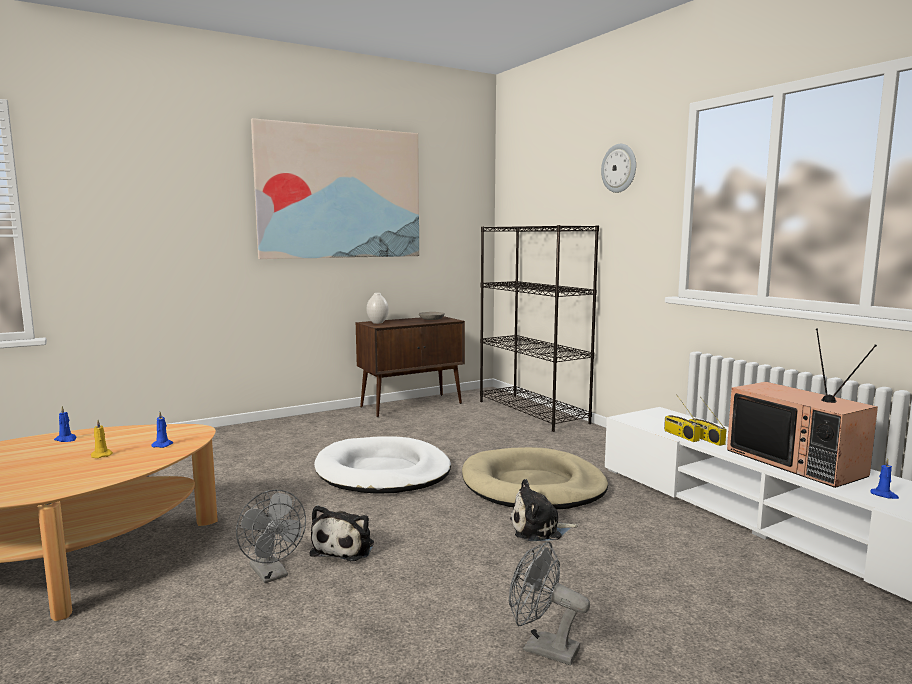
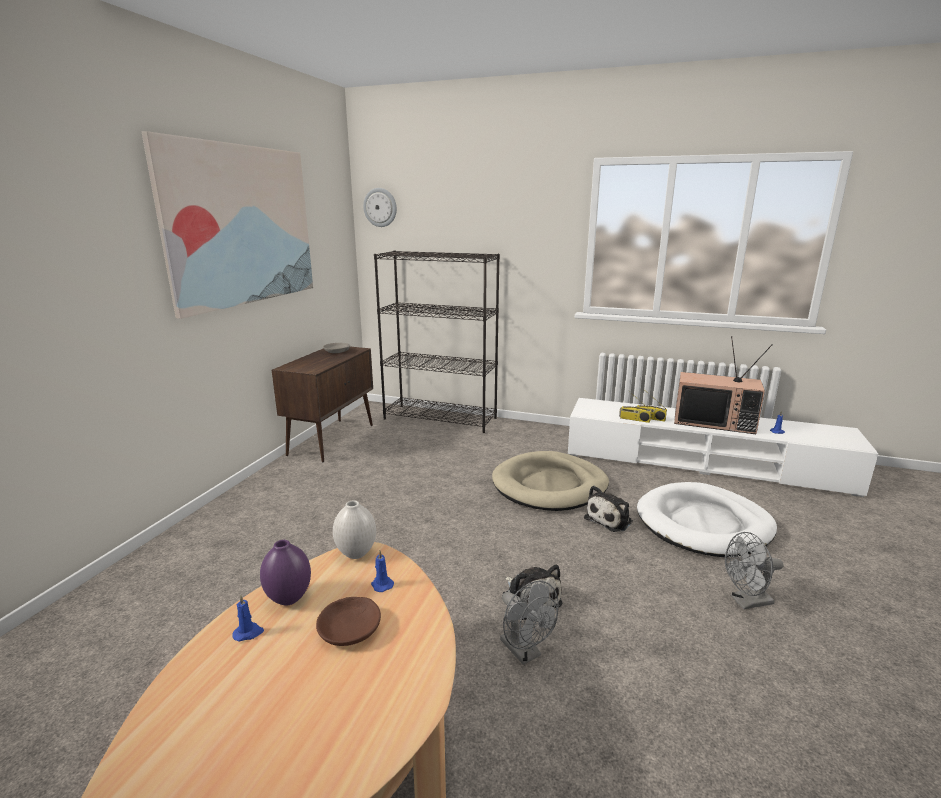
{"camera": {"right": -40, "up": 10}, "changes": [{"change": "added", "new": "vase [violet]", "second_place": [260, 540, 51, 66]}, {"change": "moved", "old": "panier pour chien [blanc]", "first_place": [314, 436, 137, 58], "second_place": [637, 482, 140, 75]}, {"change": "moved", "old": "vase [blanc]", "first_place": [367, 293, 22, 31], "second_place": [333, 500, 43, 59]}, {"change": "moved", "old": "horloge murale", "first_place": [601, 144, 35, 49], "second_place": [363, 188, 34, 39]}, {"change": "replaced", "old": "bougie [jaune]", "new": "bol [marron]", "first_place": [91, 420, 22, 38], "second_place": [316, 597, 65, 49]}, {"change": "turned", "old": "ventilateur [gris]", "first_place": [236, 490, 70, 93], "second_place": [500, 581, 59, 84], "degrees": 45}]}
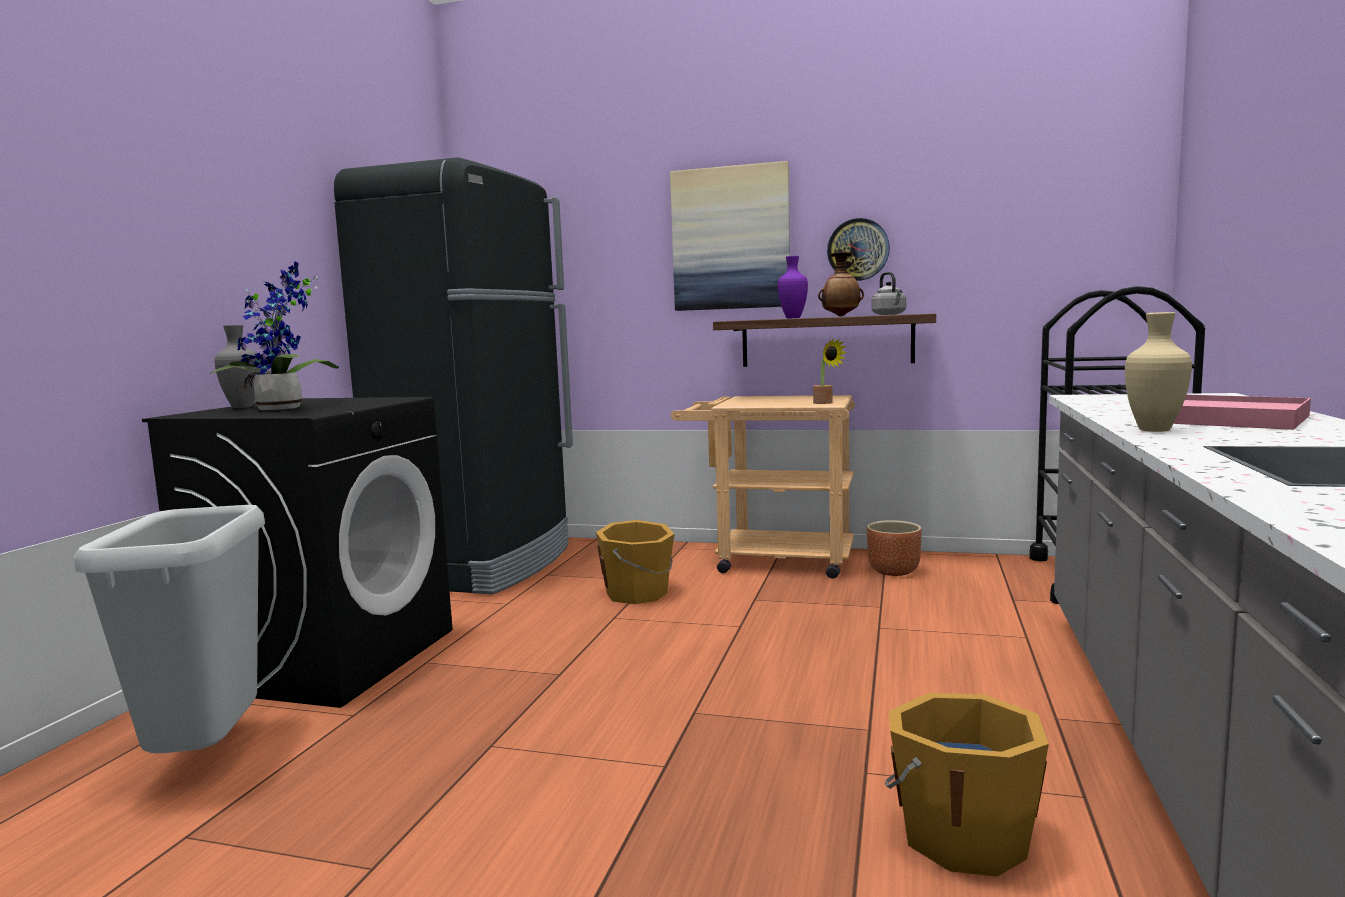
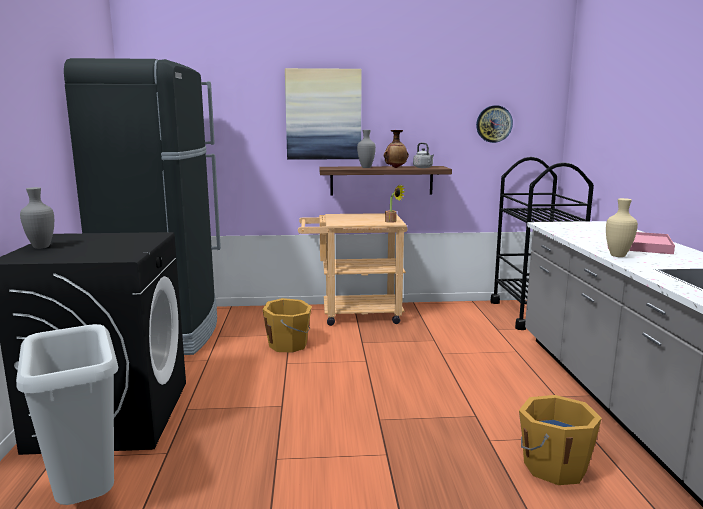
{"camera": {"right": -20, "up": 5}, "changes": [{"change": "removed", "old": "plante en pot", "first_place": [210, 261, 129, 149]}, {"change": "removed", "old": "cache-pot [marron]", "first_place": [867, 520, 55, 56]}, {"change": "moved", "old": "horloge murale", "first_place": [827, 218, 63, 63], "second_place": [476, 105, 37, 38]}, {"change": "recoloured", "old": "vase [violet]", "new": "vase [gris]", "first_place": [778, 256, 30, 62], "second_place": [357, 130, 19, 38]}]}
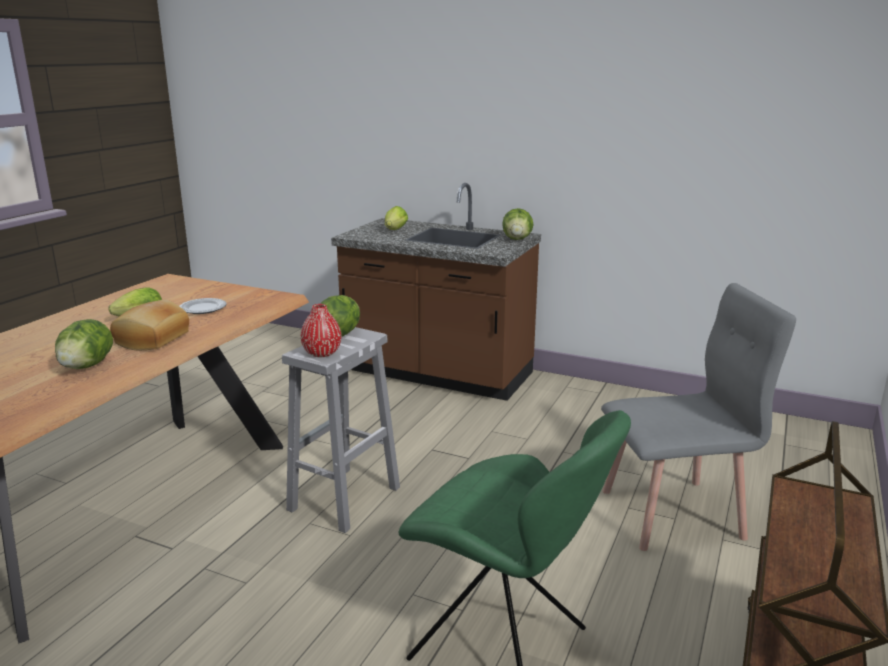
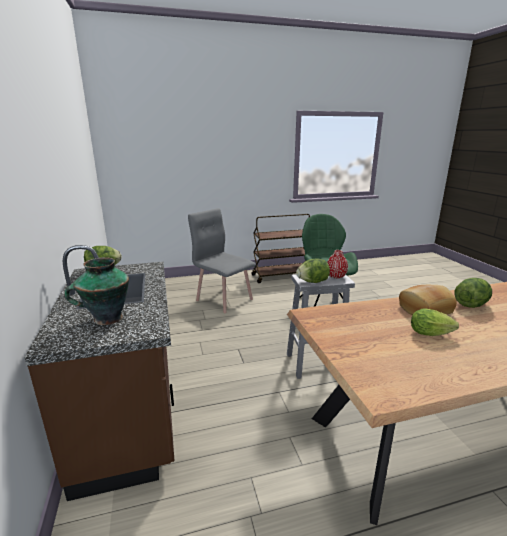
{"camera": {"right": -130, "up": 0}, "changes": [{"change": "removed", "old": "assiette", "first_place": [179, 298, 48, 16]}, {"change": "replaced", "old": "laitue", "new": "vase", "first_place": [385, 206, 23, 24], "second_place": [64, 257, 65, 68]}]}
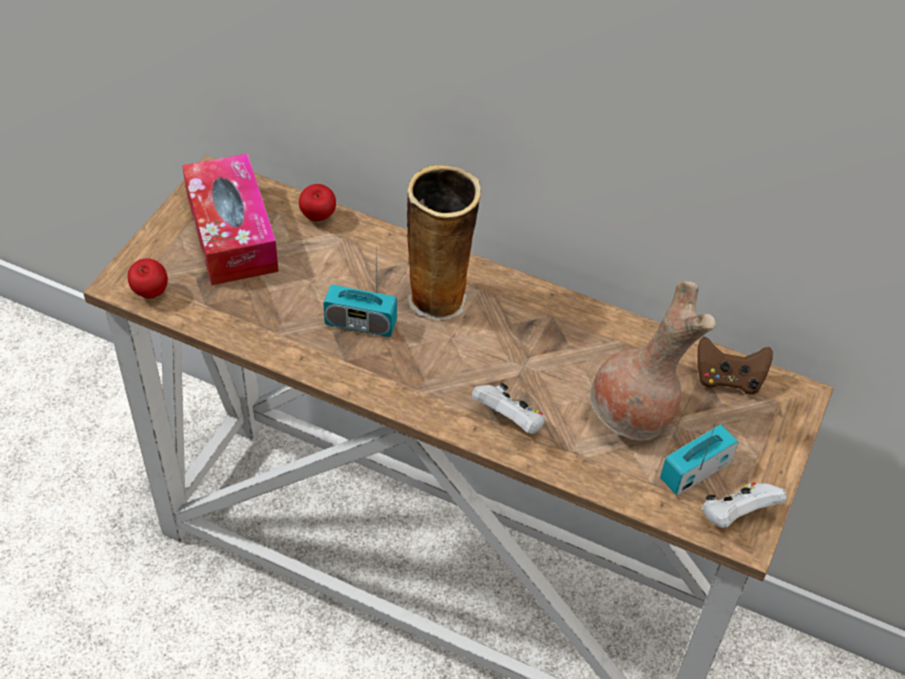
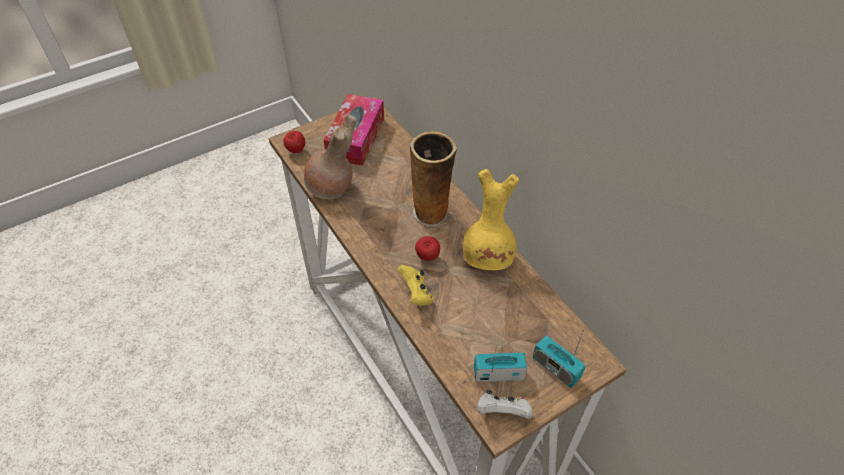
{"camera": {"right": 35, "up": 0}, "changes": [{"change": "removed", "old": "manette [marron]", "first_place": [697, 337, 76, 58]}, {"change": "added", "new": "vase [jaune]", "second_place": [463, 169, 56, 101]}, {"change": "moved", "old": "pomme", "first_place": [299, 184, 37, 38], "second_place": [415, 236, 25, 25]}, {"change": "moved", "old": "radio", "first_place": [323, 245, 74, 92], "second_place": [533, 332, 53, 56]}, {"change": "moved", "old": "vase [marron]", "first_place": [589, 281, 127, 160], "second_place": [304, 115, 53, 84]}, {"change": "recoloured", "old": "manette [blanc]", "new": "manette [jaune]", "first_place": [471, 383, 74, 51], "second_place": [397, 265, 37, 41]}]}
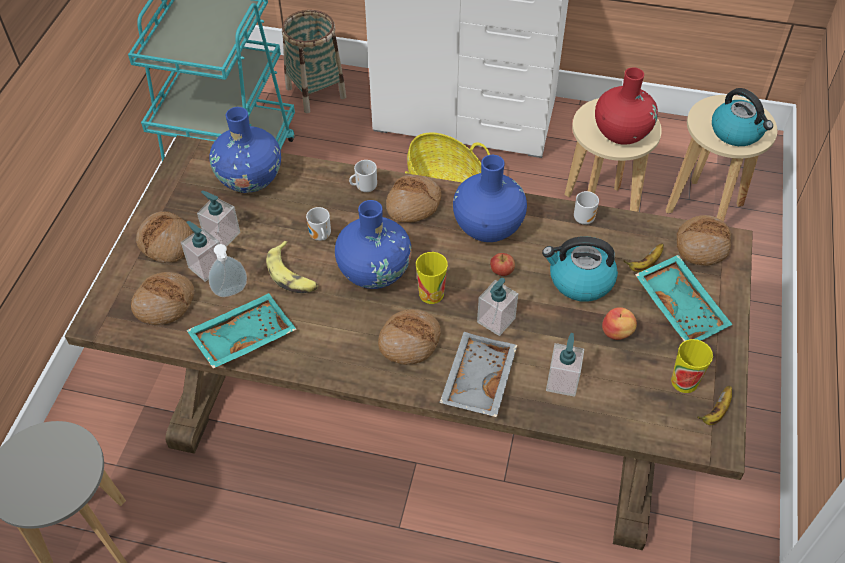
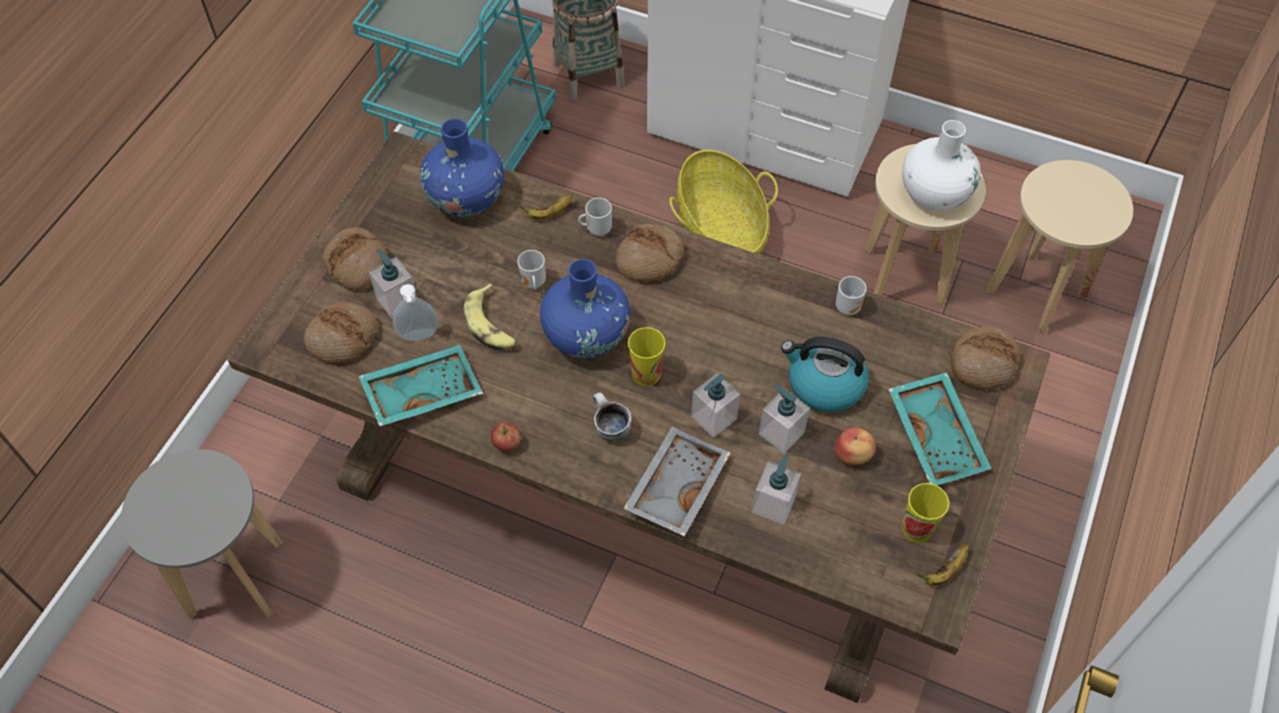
{"camera": {"right": 10, "up": 5}, "changes": [{"change": "removed", "old": "vase [bleu]", "first_place": [453, 155, 74, 87]}, {"change": "removed", "old": "bouilloire", "first_place": [712, 88, 61, 58]}, {"change": "moved", "old": "distributeur de savon", "first_place": [197, 191, 43, 56], "second_place": [759, 385, 51, 68]}, {"change": "moved", "old": "pomme", "first_place": [490, 253, 25, 23], "second_place": [491, 423, 30, 29]}, {"change": "moved", "old": "banane", "first_place": [623, 243, 41, 29], "second_place": [519, 193, 54, 28]}, {"change": "replaced", "old": "pain", "new": "mug", "first_place": [378, 309, 63, 56], "second_place": [593, 393, 38, 49]}, {"change": "recoloured", "old": "vase [rouge]", "new": "vase [blanc]", "first_place": [595, 67, 63, 78], "second_place": [902, 120, 79, 91]}]}
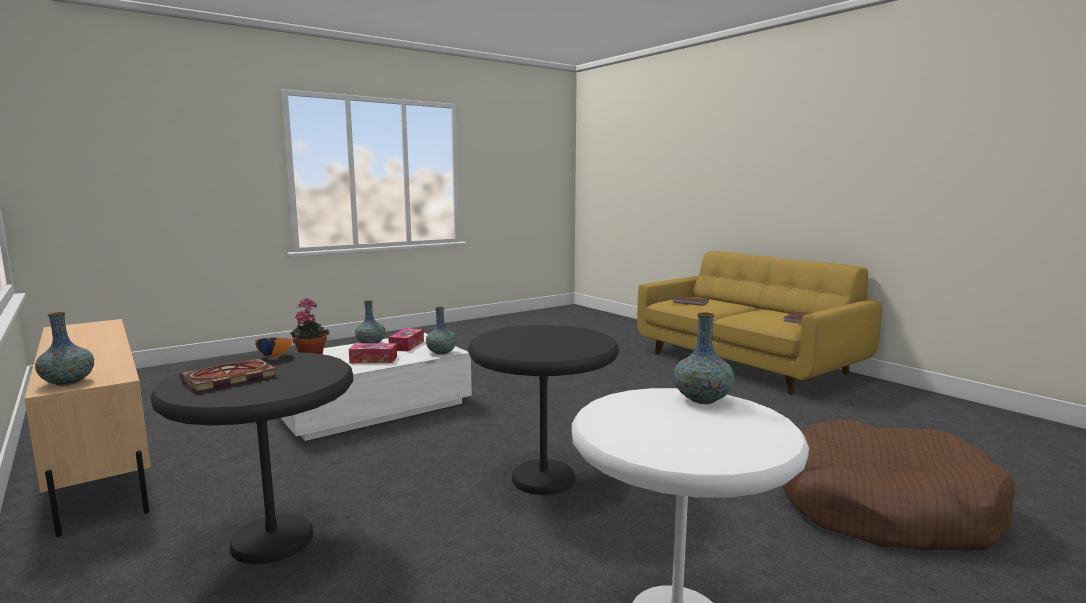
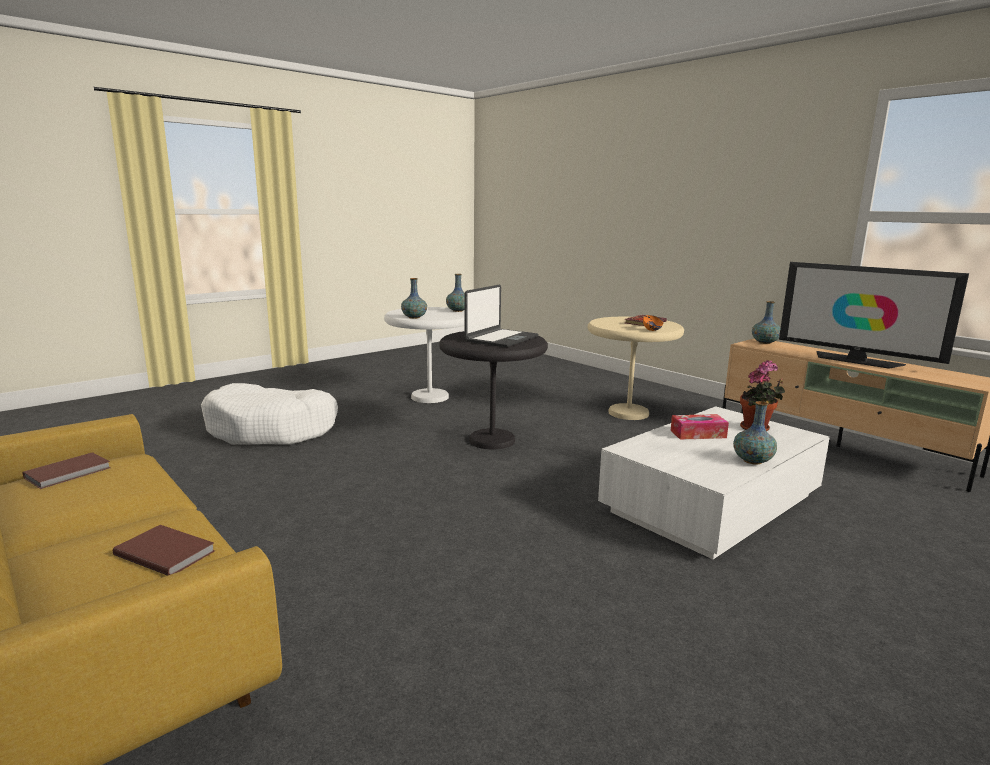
{"camera": {"right": 175, "up": 5}, "changes": [{"change": "removed", "old": "boîte à mouchoirs", "first_place": [388, 328, 36, 23]}, {"change": "added", "new": "ordinateur portable", "second_place": [465, 284, 74, 63]}, {"change": "added", "new": "téléviseur", "second_place": [779, 262, 190, 107]}, {"change": "moved", "old": "vase", "first_place": [426, 307, 31, 48], "second_place": [446, 274, 19, 38]}, {"change": "recoloured", "old": "table d'appoint [noir]", "new": "table d'appoint [beige]", "first_place": [150, 352, 203, 212], "second_place": [588, 317, 96, 103]}, {"change": "recoloured", "old": "panier pour chien [marron]", "new": "panier pour chien [blanc]", "first_place": [782, 419, 234, 132], "second_place": [201, 383, 137, 62]}]}
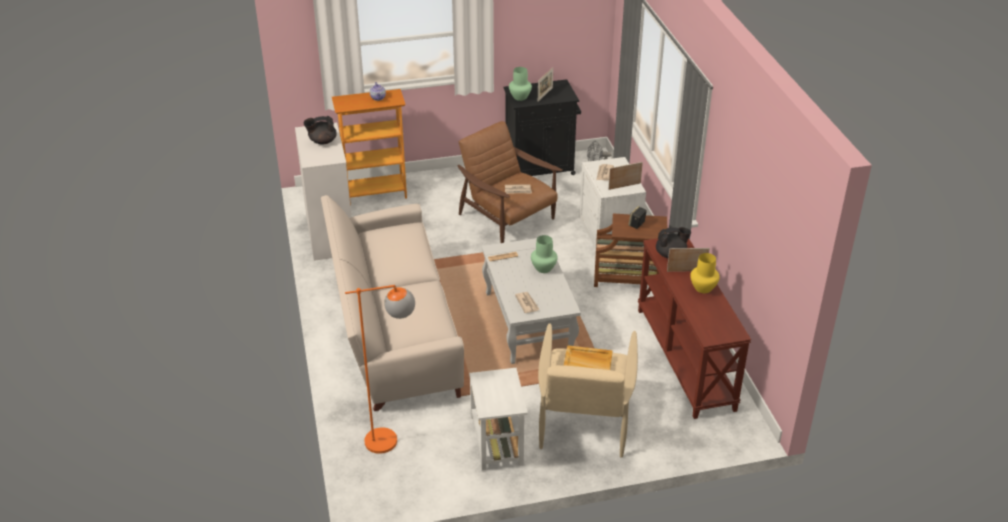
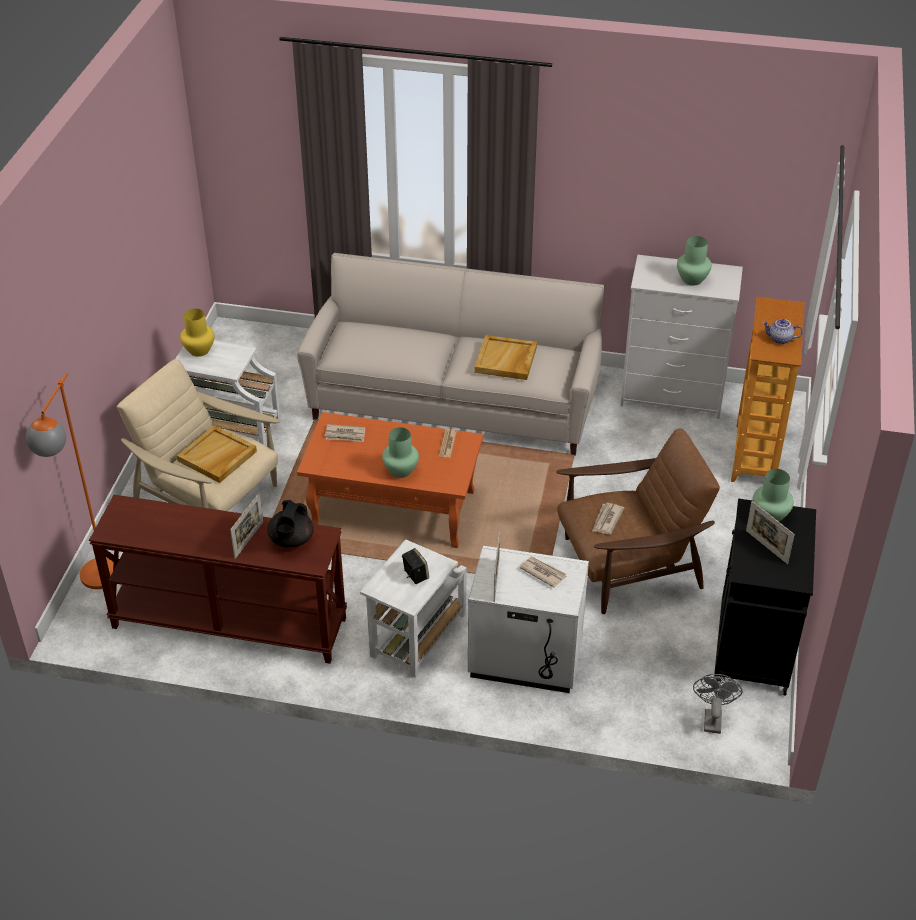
{"camera": {"right": 115, "up": 5}, "changes": [{"change": "added", "new": "plateau [beige]", "second_place": [475, 335, 62, 45]}, {"change": "moved", "old": "lampadaire [orange]", "first_place": [345, 285, 70, 169], "second_place": [26, 373, 88, 216]}, {"change": "moved", "old": "vase [jaune]", "first_place": [690, 253, 30, 40], "second_place": [180, 309, 35, 48]}, {"change": "replaced", "old": "théière [noir]", "new": "vase [vert]", "first_place": [304, 116, 33, 29], "second_place": [677, 236, 35, 50]}, {"change": "recoloured", "old": "table basse [blanc]", "new": "table basse [orange]", "first_place": [482, 238, 99, 126], "second_place": [297, 412, 186, 136]}, {"change": "recoloured", "old": "table d'appoint [marron]", "new": "table d'appoint [blanc]", "first_place": [594, 214, 73, 73], "second_place": [360, 539, 106, 139]}]}
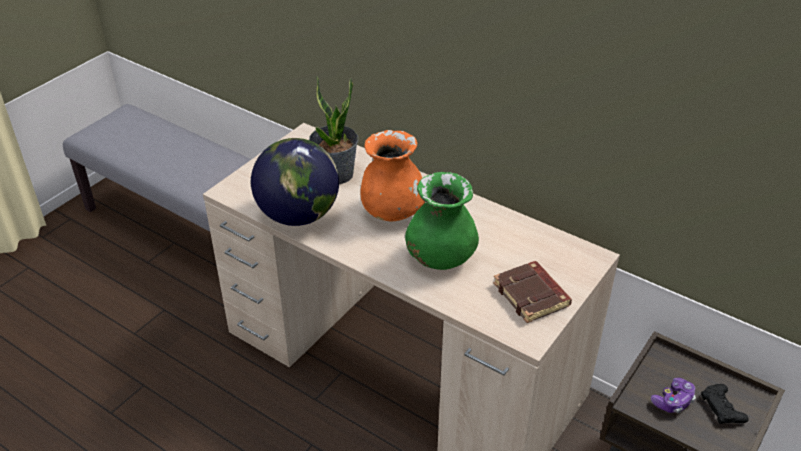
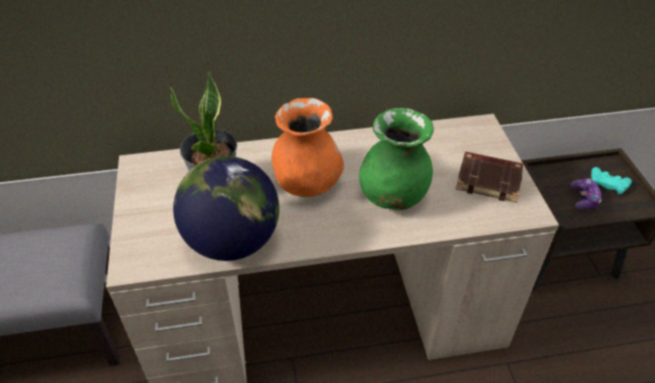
{"camera": {"right": -45, "up": 5}, "changes": [{"change": "recoloured", "old": "manette [noir]", "new": "manette [turquoise]", "first_place": [701, 384, 48, 40], "second_place": [591, 167, 41, 27]}]}
